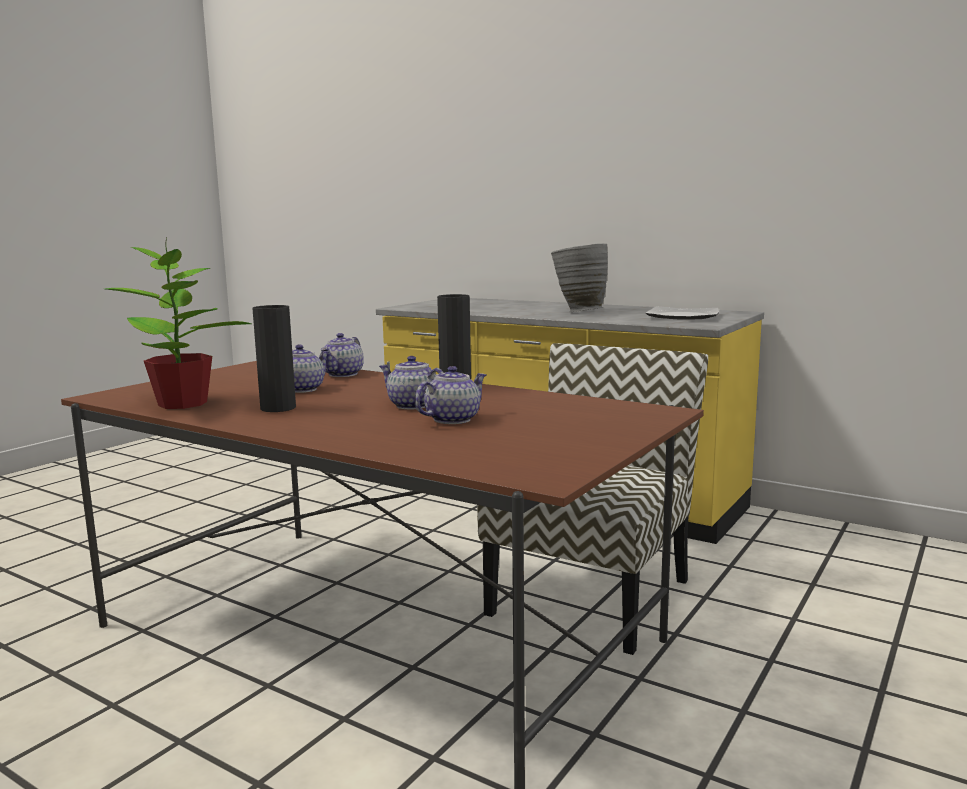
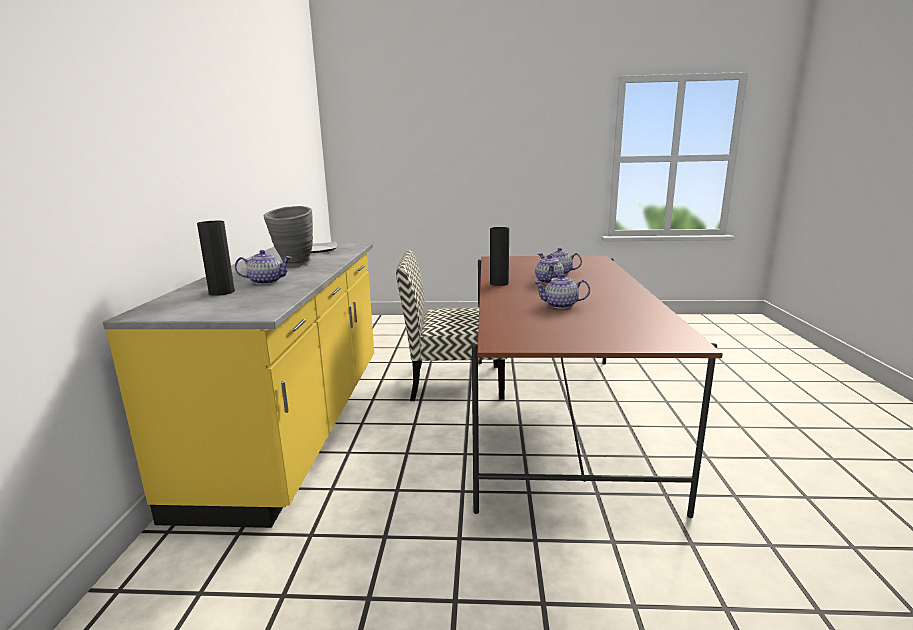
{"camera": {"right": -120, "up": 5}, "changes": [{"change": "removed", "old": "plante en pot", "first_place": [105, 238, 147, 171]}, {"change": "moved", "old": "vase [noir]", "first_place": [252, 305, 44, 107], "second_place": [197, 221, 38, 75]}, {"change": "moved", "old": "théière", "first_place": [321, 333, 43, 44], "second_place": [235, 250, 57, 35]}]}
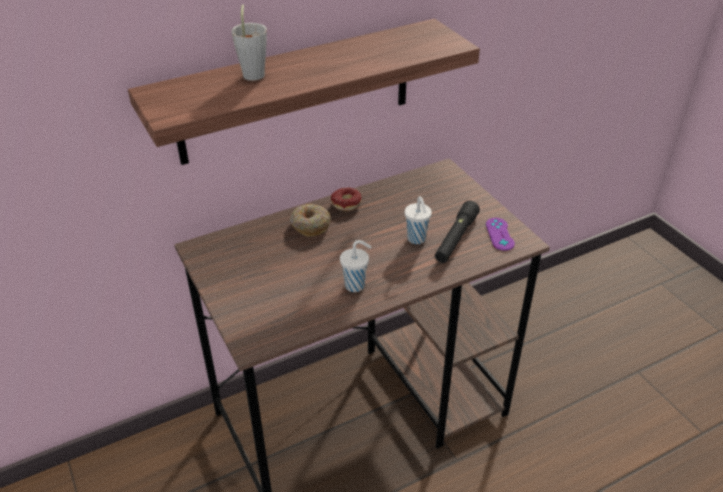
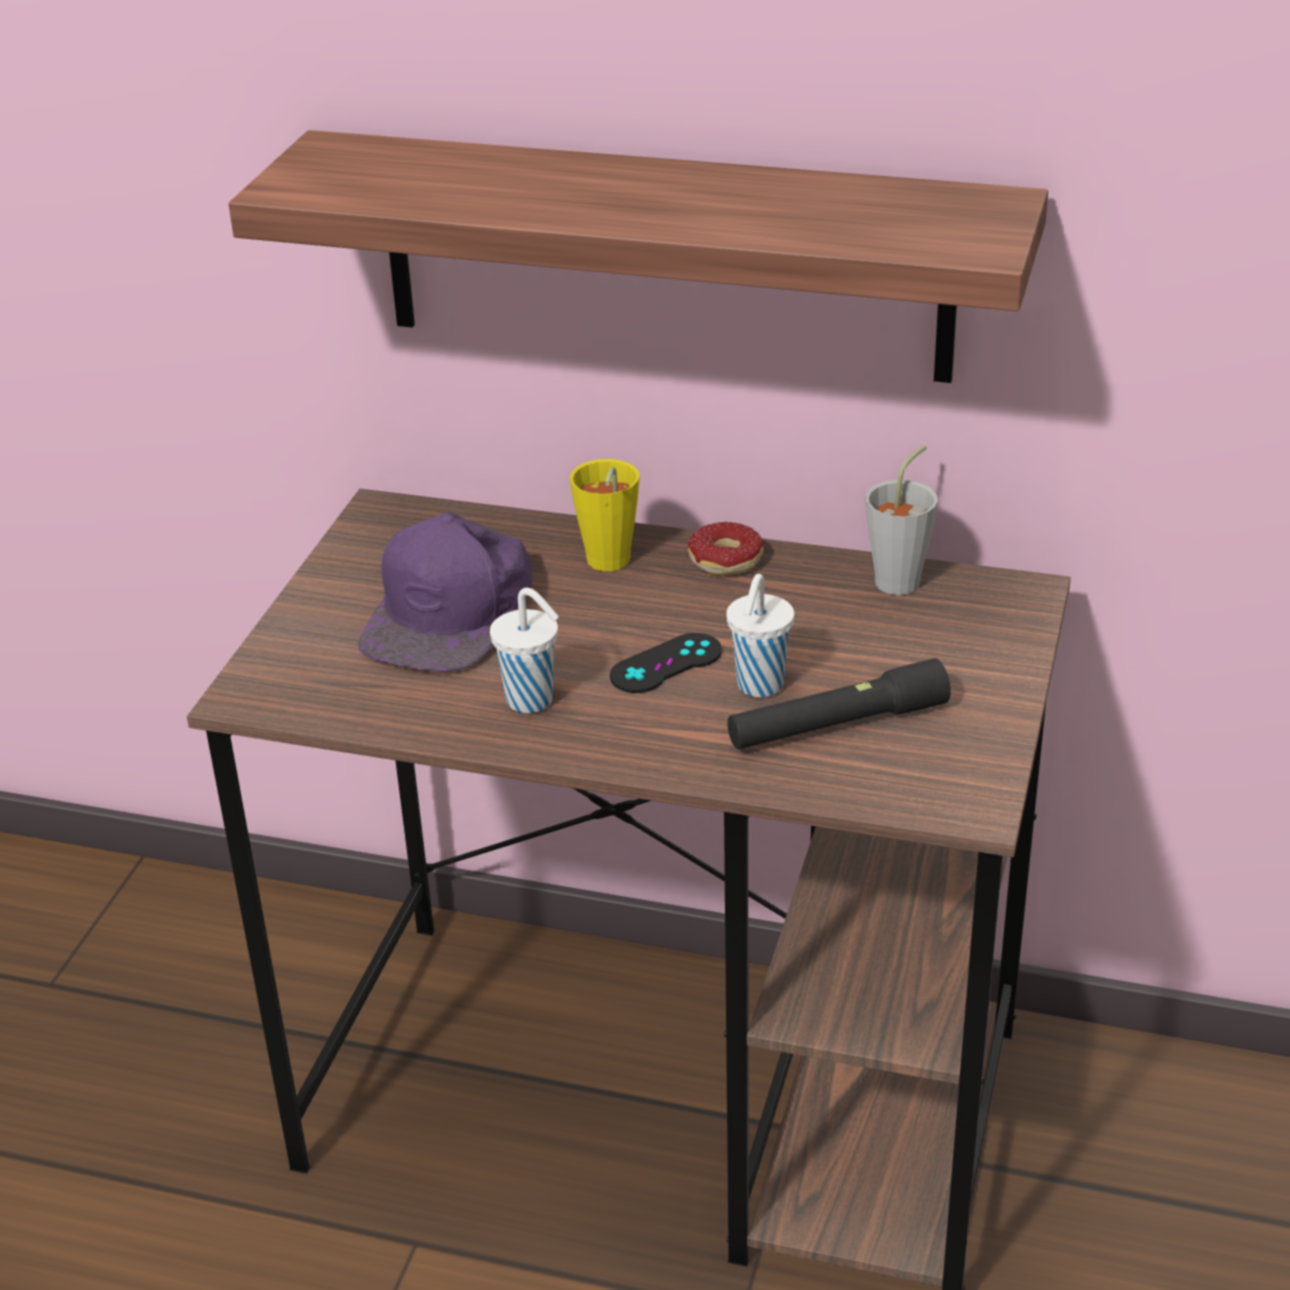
{"camera": {"right": 45, "up": -5}, "changes": [{"change": "removed", "old": "manette [violet]", "first_place": [486, 218, 29, 33]}, {"change": "added", "new": "casquette [violet]", "second_place": [359, 512, 174, 160]}, {"change": "added", "new": "manette [noir]", "second_place": [610, 633, 112, 60]}, {"change": "moved", "old": "tasse [gris]", "first_place": [231, 4, 36, 77], "second_place": [865, 445, 73, 150]}, {"change": "replaced", "old": "beignet", "new": "tasse [jaune]", "first_place": [290, 204, 41, 33], "second_place": [569, 459, 71, 112]}]}
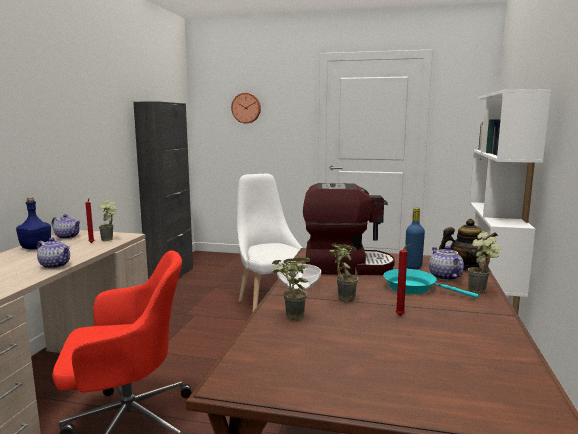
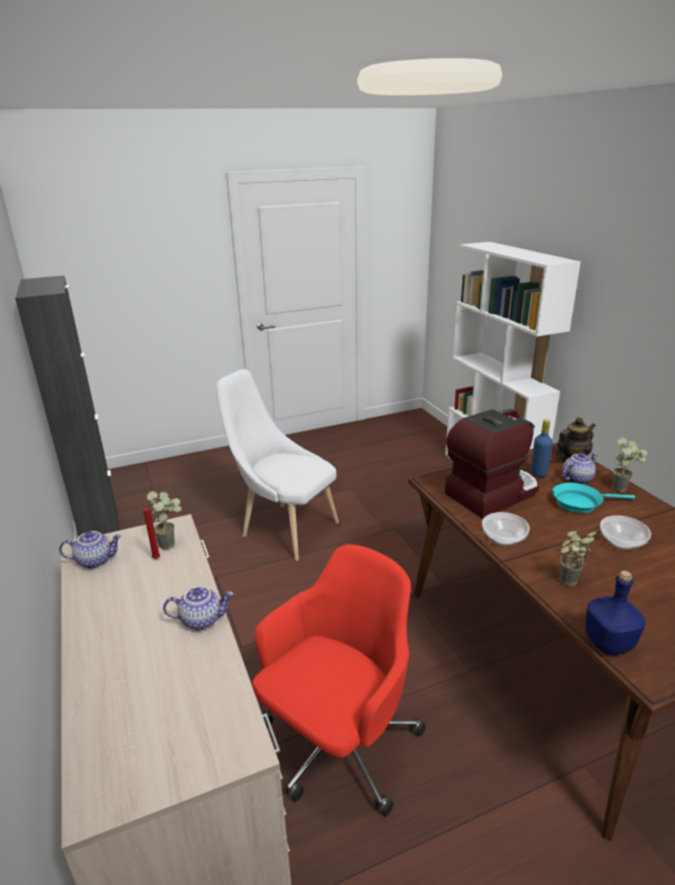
{"camera": {"right": -35, "up": 15}, "changes": [{"change": "removed", "old": "horloge murale", "first_place": [231, 93, 30, 30]}, {"change": "removed", "old": "plante en pot", "first_place": [330, 243, 28, 60]}, {"change": "moved", "old": "bouteille [bleu]", "first_place": [16, 197, 35, 52], "second_place": [586, 570, 60, 85]}, {"change": "replaced", "old": "bougie [rouge]", "new": "bol", "first_place": [396, 243, 16, 73], "second_place": [600, 515, 51, 35]}, {"change": "turned", "old": "théière", "first_place": [429, 246, 35, 35], "second_place": [562, 453, 35, 31], "degrees": 105}]}
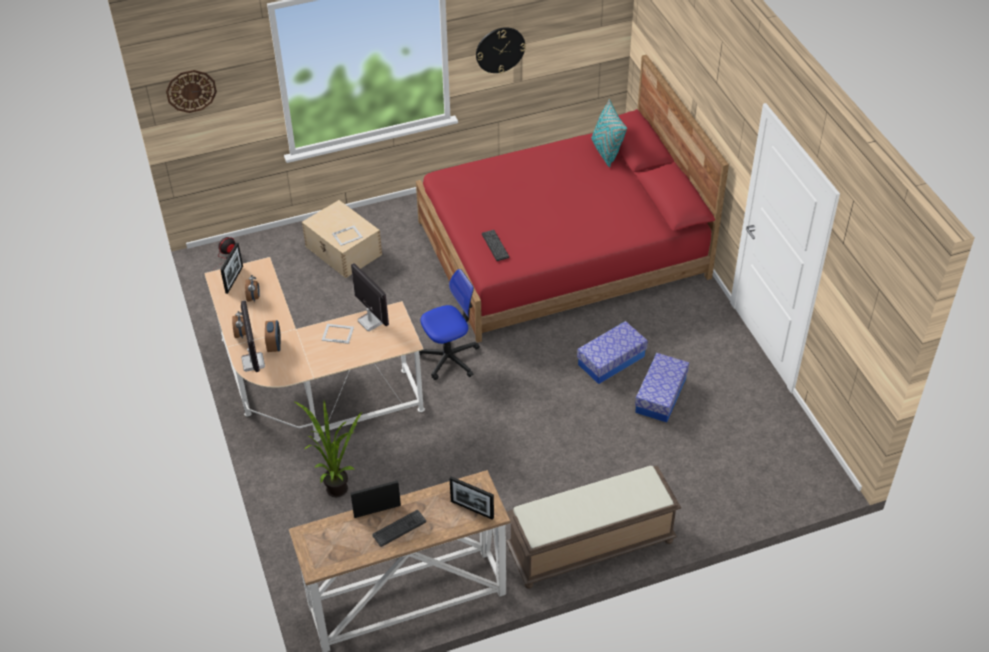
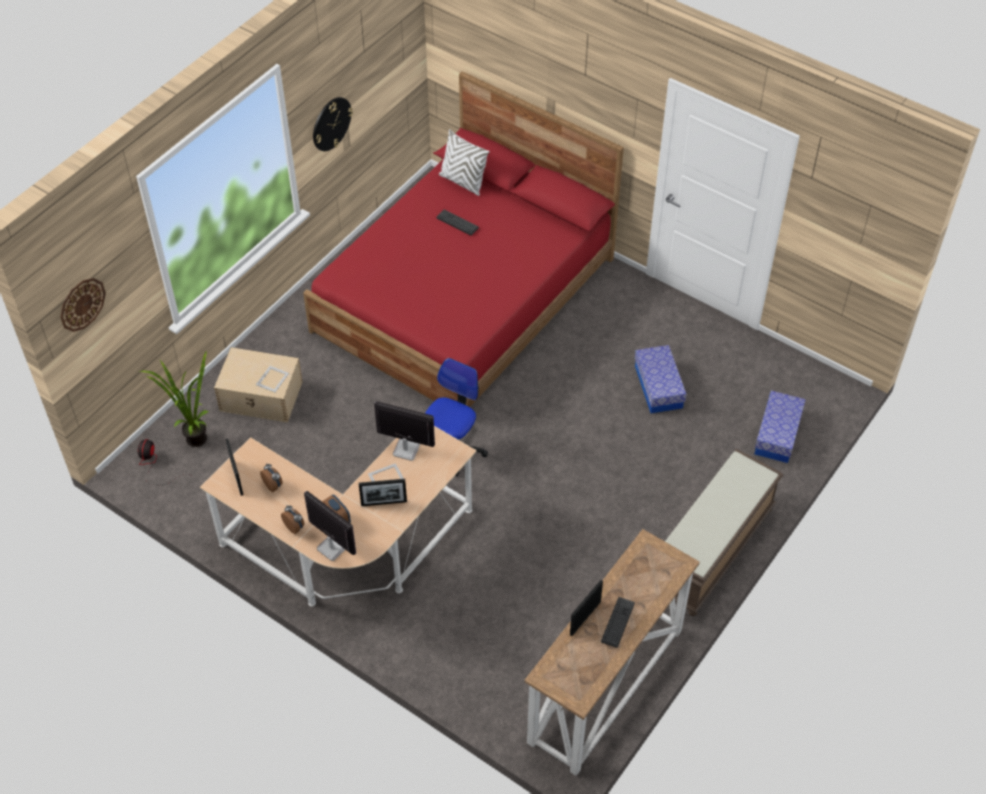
{"camera": {"right": -35, "up": 5}, "changes": [{"change": "moved", "old": "plante en pot", "first_place": [293, 401, 69, 96], "second_place": [139, 350, 69, 97]}, {"change": "moved", "old": "cadre photo", "first_place": [449, 476, 45, 44], "second_place": [359, 479, 48, 27]}, {"change": "moved", "old": "clavier", "first_place": [482, 230, 27, 31], "second_place": [436, 210, 43, 26]}, {"change": "moved", "old": "boîte de rangement", "first_place": [577, 321, 71, 63], "second_place": [755, 391, 51, 72]}, {"change": "recoloured", "old": "coussin [turquoise]", "new": "coussin [blanc]", "first_place": [591, 99, 36, 68], "second_place": [439, 129, 51, 67]}]}
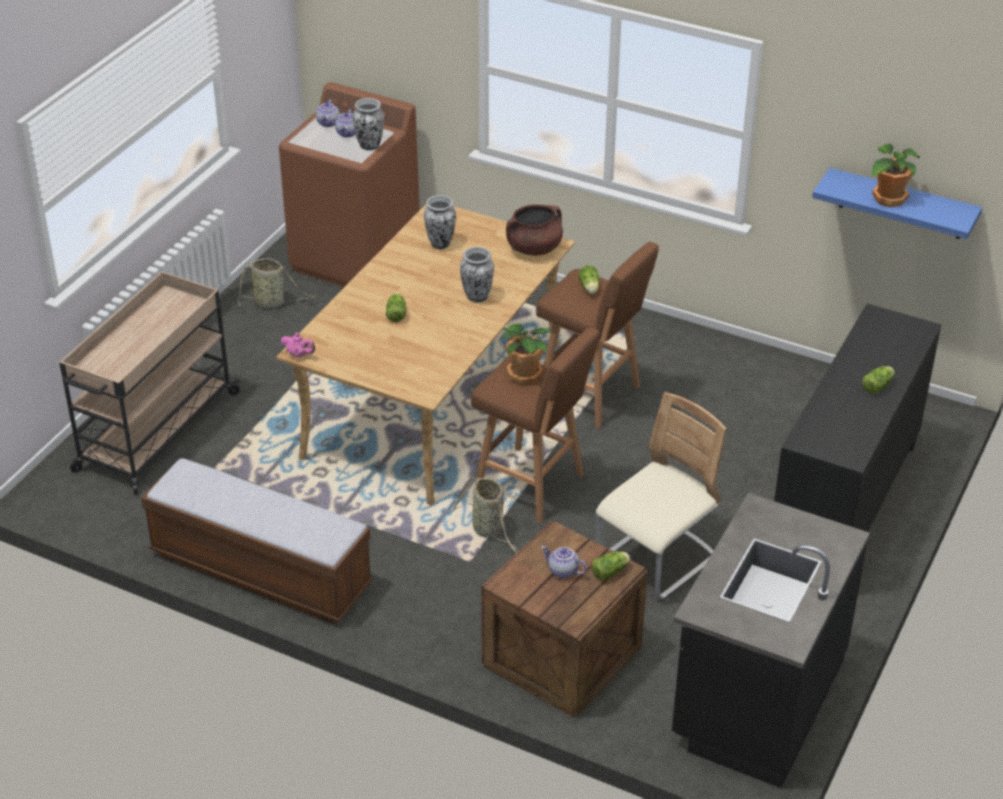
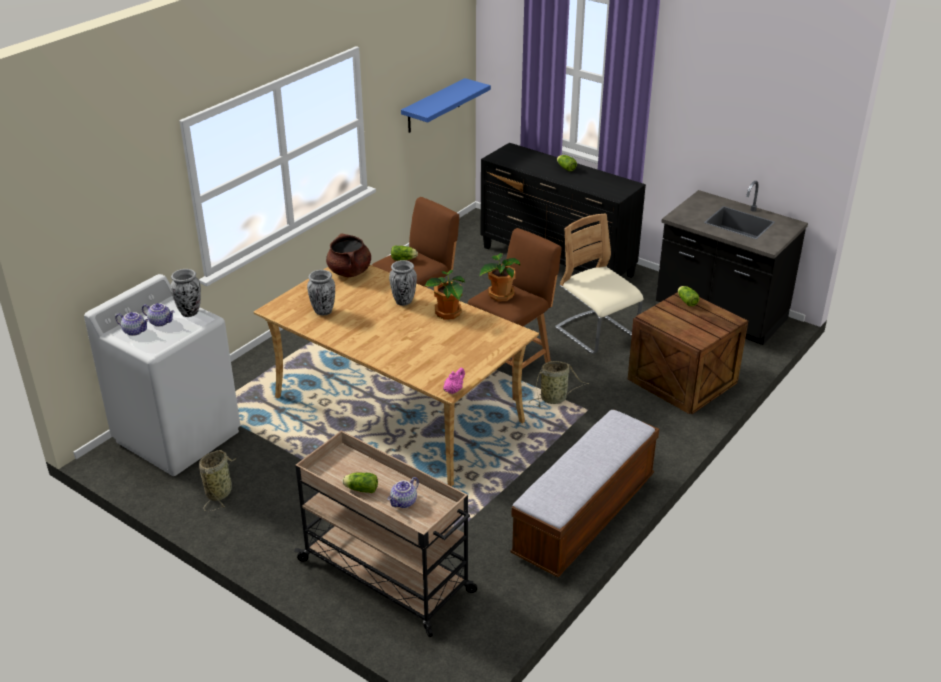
{"camera": {"right": -80, "up": -5}, "changes": [{"change": "moved", "old": "laitue", "first_place": [386, 293, 20, 29], "second_place": [343, 472, 35, 21]}, {"change": "moved", "old": "théière", "first_place": [541, 546, 46, 33], "second_place": [388, 477, 31, 31]}, {"change": "moved", "old": "plante en pot", "first_place": [872, 144, 48, 63], "second_place": [425, 270, 40, 50]}, {"change": "recoloured", "old": "lave-linge [marron]", "new": "lave-linge [blanc]", "first_place": [279, 82, 141, 205], "second_place": [84, 274, 156, 202]}]}
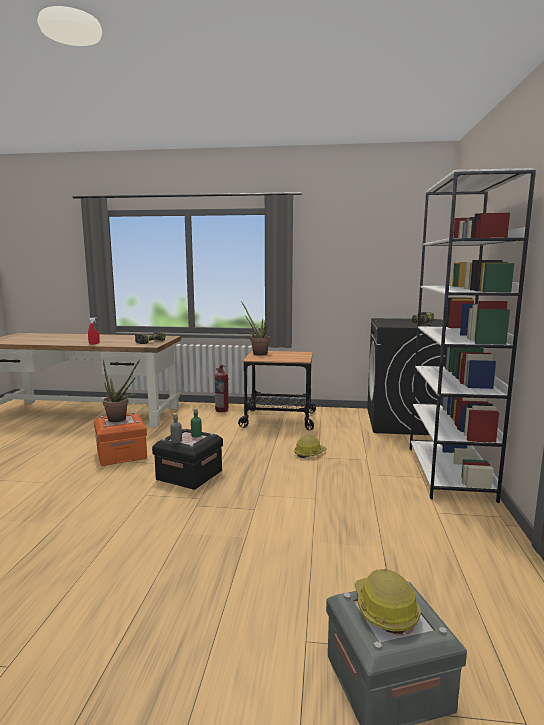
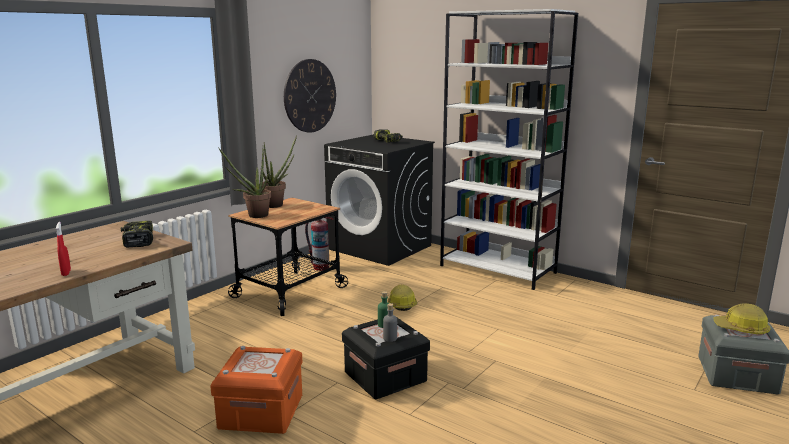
{"camera": {"right": -60, "up": 5}, "changes": [{"change": "added", "new": "horloge murale", "second_place": [284, 59, 52, 74]}, {"change": "moved", "old": "plante en pot", "first_place": [103, 359, 37, 63], "second_place": [262, 135, 35, 73]}, {"change": "moved", "old": "extincteur", "first_place": [214, 365, 15, 47], "second_place": [305, 217, 28, 54]}]}
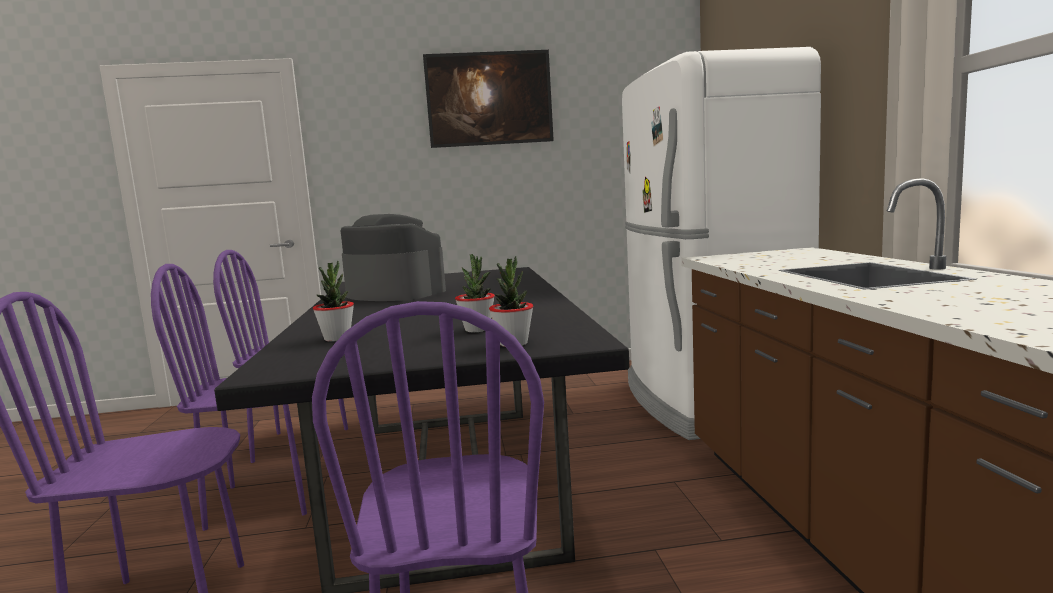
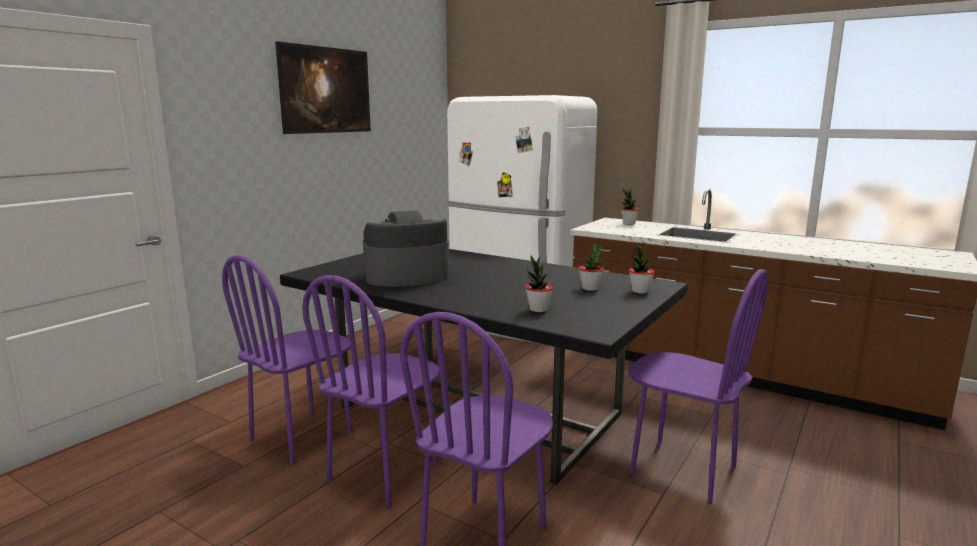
{"camera": {"right": -50, "up": 5}, "changes": [{"change": "added", "new": "plante en pot", "second_place": [621, 189, 18, 36]}]}
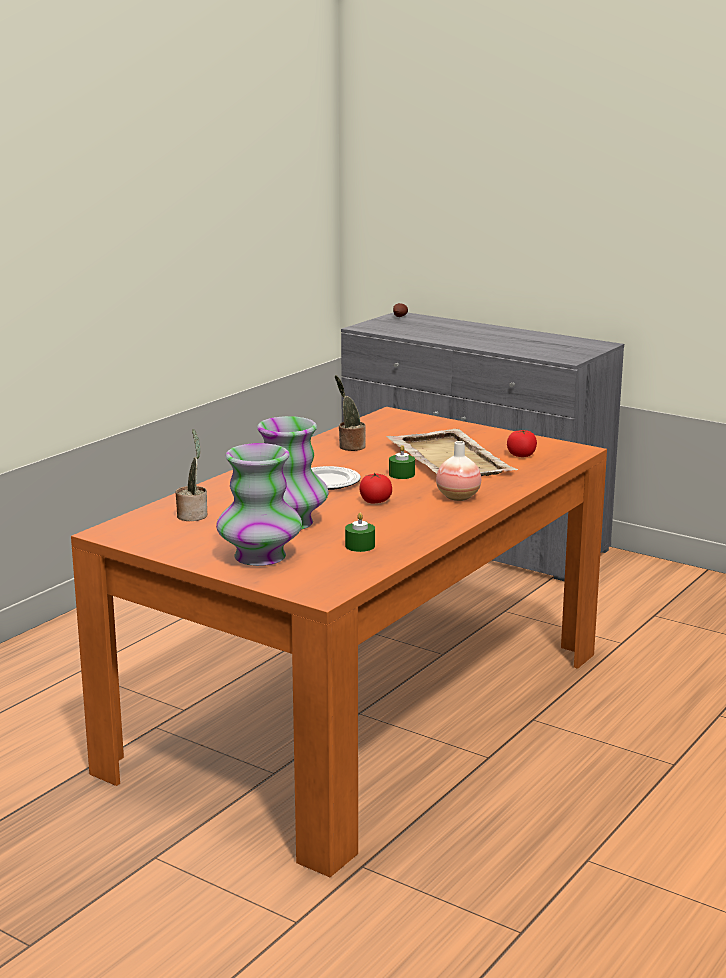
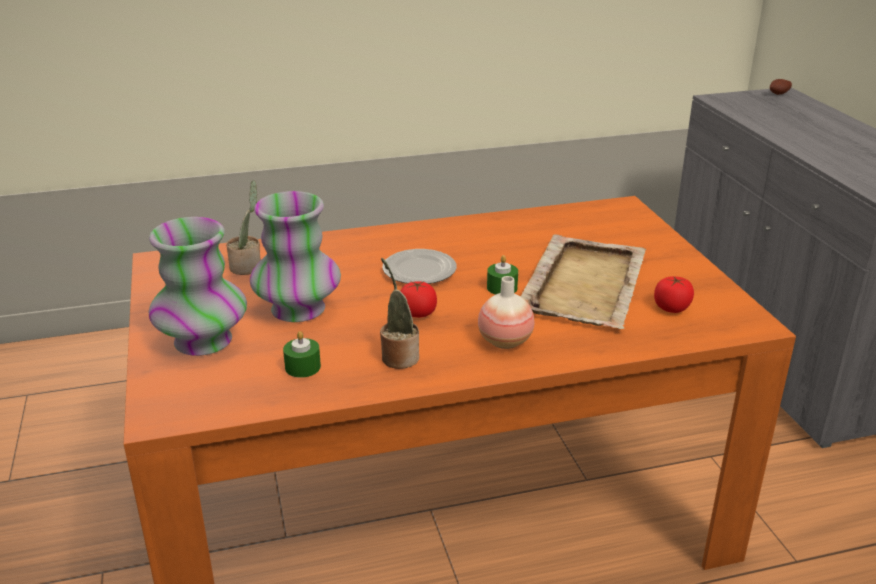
{"camera": {"right": 40, "up": 10}, "changes": [{"change": "moved", "old": "plante en pot", "first_place": [335, 375, 31, 76], "second_place": [380, 258, 39, 111]}]}
